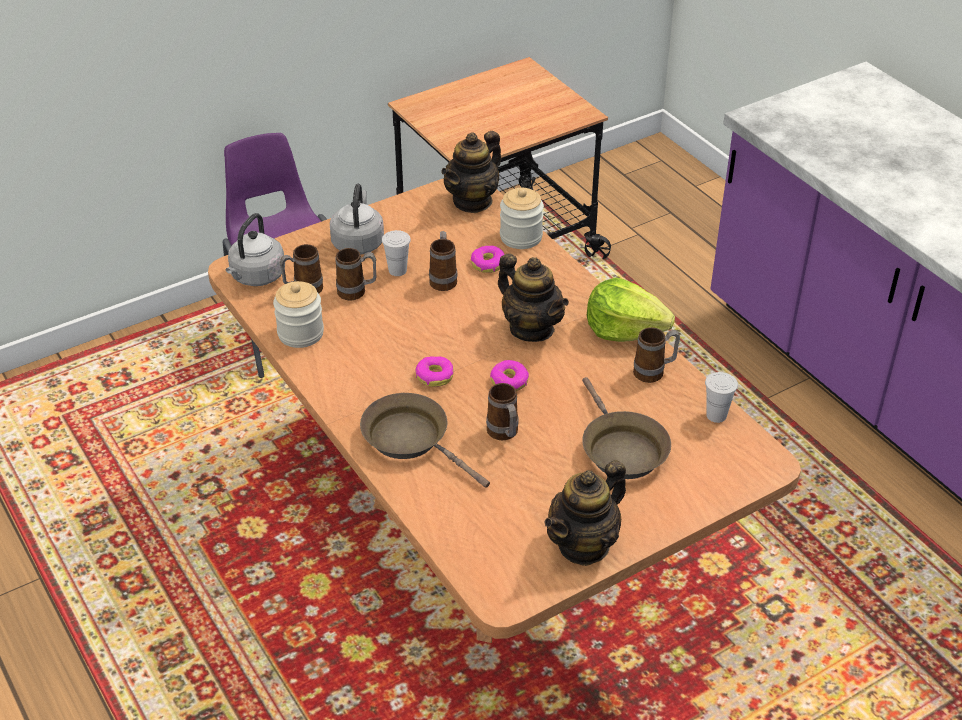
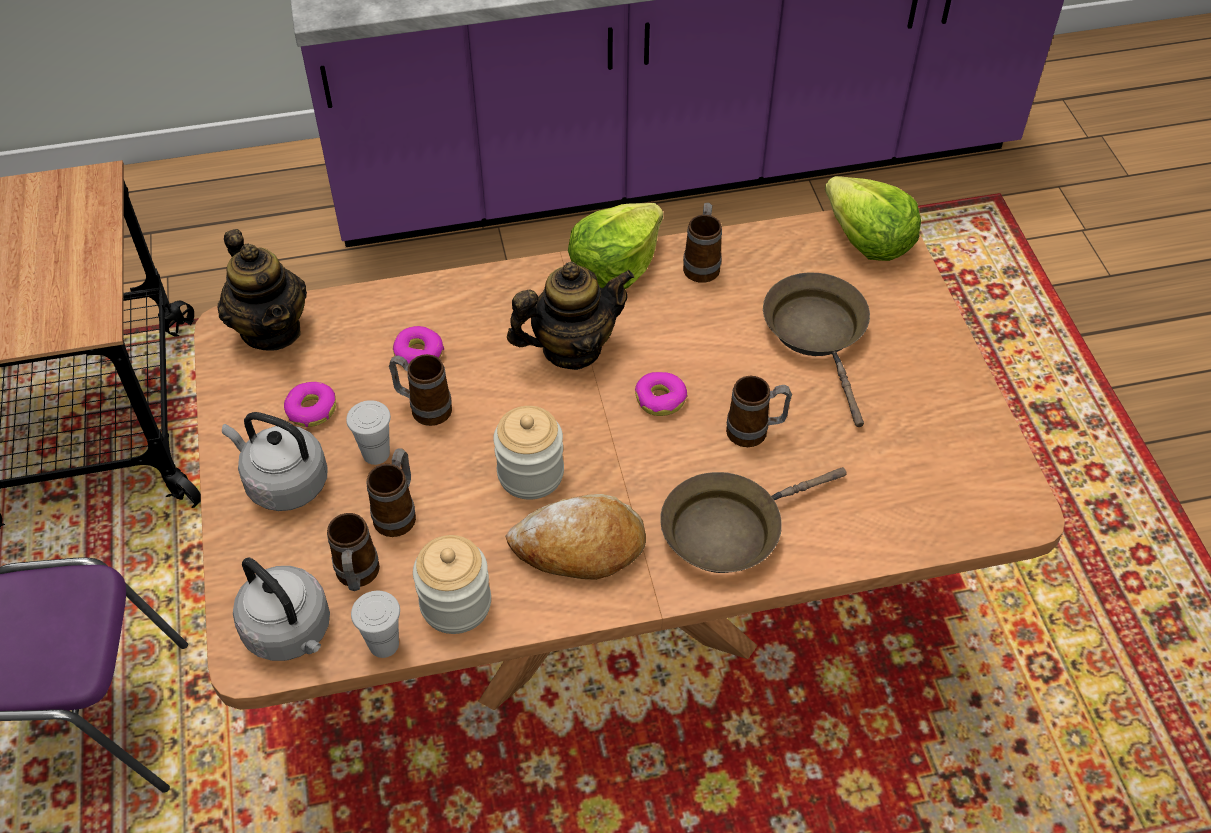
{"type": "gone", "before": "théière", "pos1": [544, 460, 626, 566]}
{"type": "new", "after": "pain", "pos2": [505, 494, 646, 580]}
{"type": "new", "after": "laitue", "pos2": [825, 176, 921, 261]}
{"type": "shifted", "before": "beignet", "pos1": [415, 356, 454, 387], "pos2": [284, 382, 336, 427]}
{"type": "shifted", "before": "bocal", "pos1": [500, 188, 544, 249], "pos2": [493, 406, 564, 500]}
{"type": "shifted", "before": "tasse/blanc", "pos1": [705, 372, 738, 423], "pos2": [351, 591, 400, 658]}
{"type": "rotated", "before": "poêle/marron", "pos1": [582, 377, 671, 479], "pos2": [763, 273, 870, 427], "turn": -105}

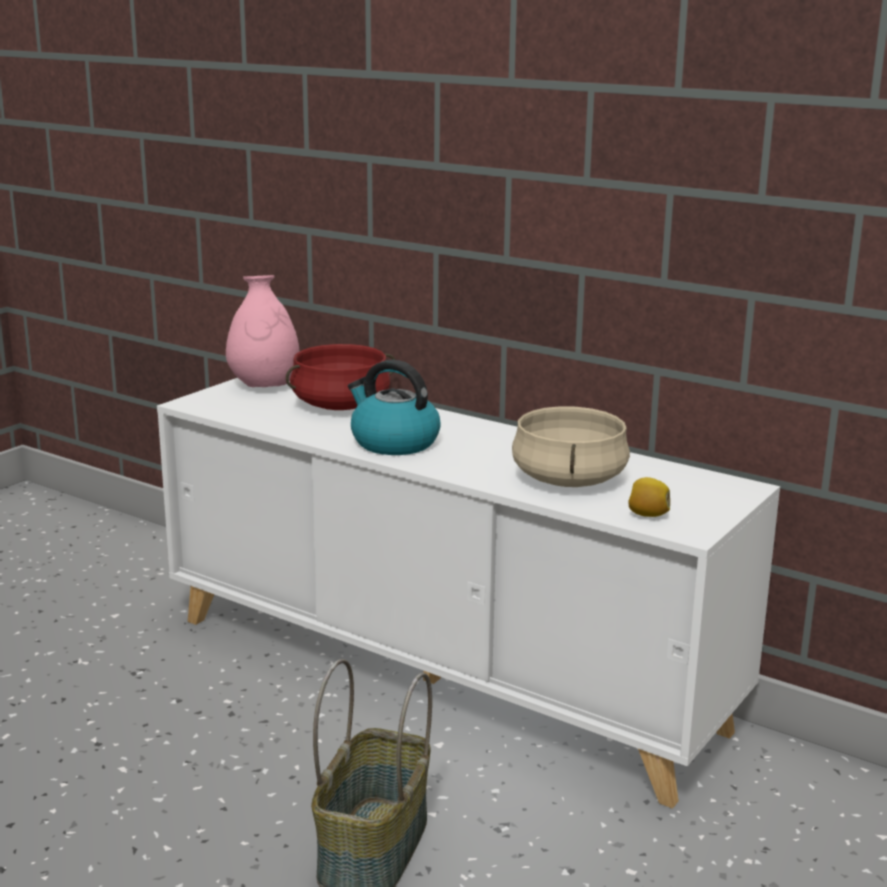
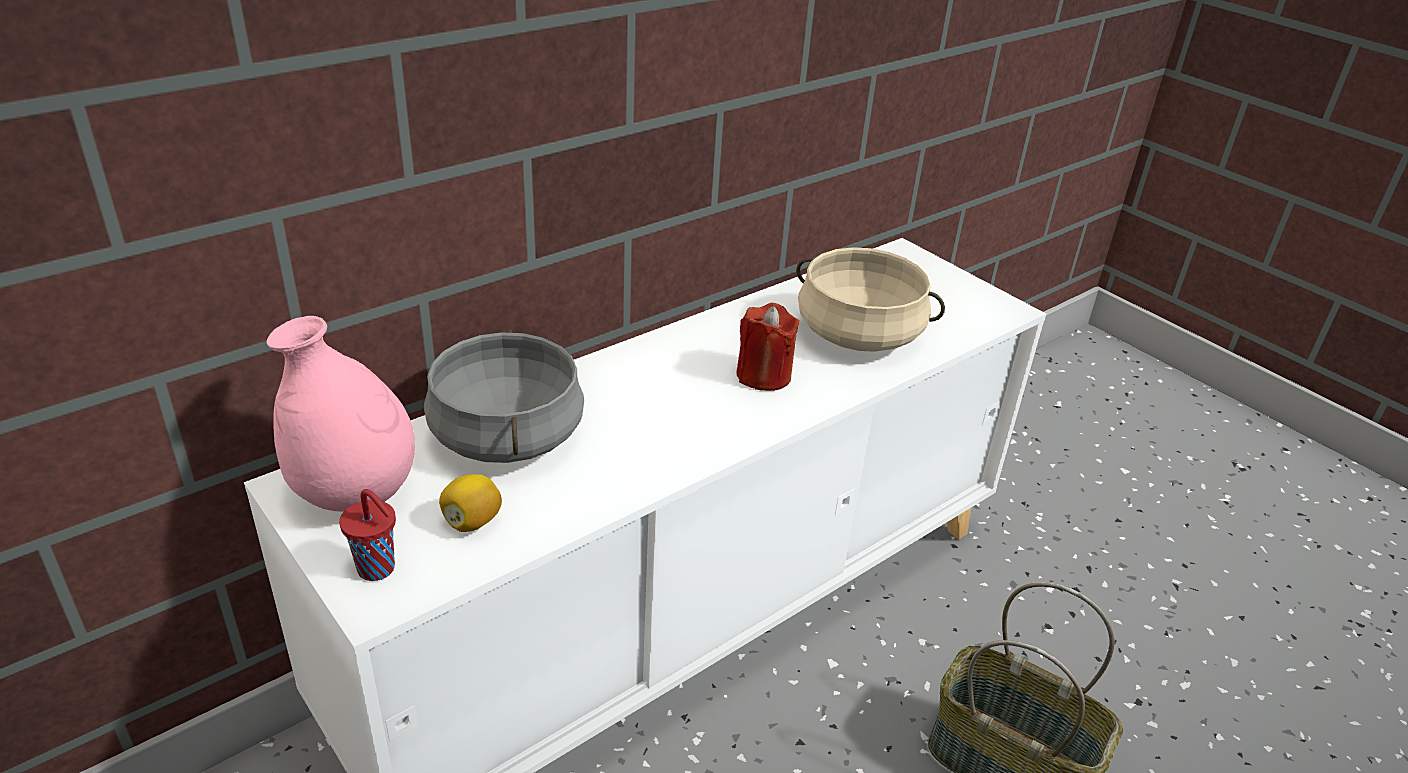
{"type": "gone", "before": "bouilloire", "pos1": [348, 360, 441, 455]}
{"type": "new", "after": "tasse/rouge", "pos2": [339, 489, 396, 581]}
{"type": "new", "after": "bougie/rouge", "pos2": [736, 303, 800, 391]}
{"type": "shifted", "before": "citron", "pos1": [628, 477, 670, 517], "pos2": [439, 474, 502, 532]}
{"type": "repainted", "before": "marmite/rouge", "after": "marmite/gris", "pos1": [286, 344, 395, 410], "pos2": [424, 330, 584, 463]}

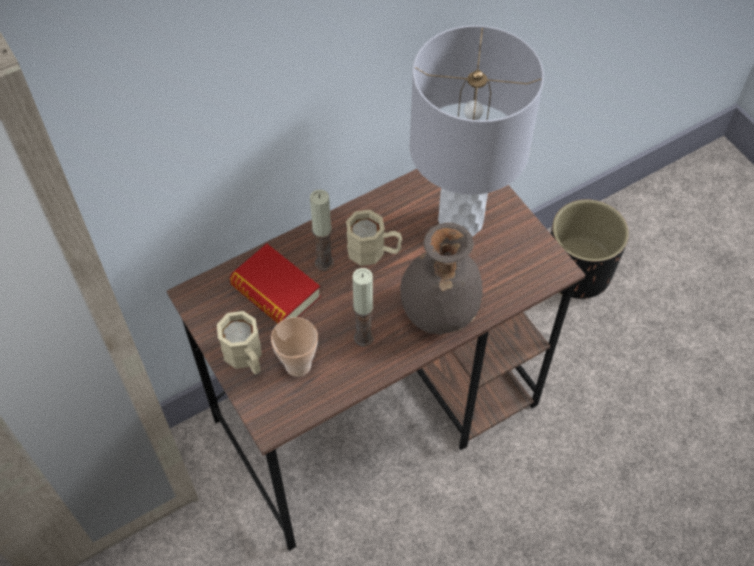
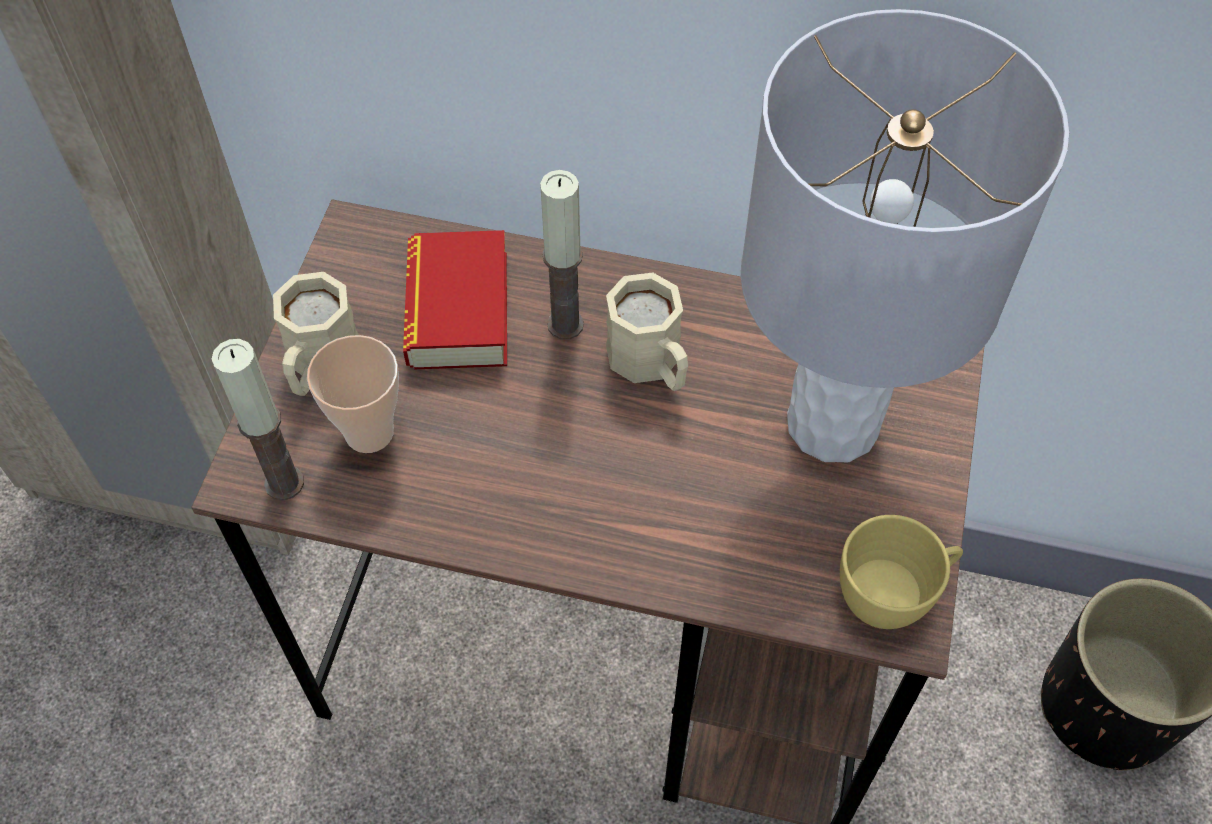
{"type": "gone", "before": "vase/gris", "pos1": [400, 223, 483, 334]}
{"type": "new", "after": "tasse/jaune", "pos2": [840, 515, 963, 629]}
{"type": "shifted", "before": "bougie", "pos1": [352, 268, 374, 347], "pos2": [212, 339, 304, 501]}

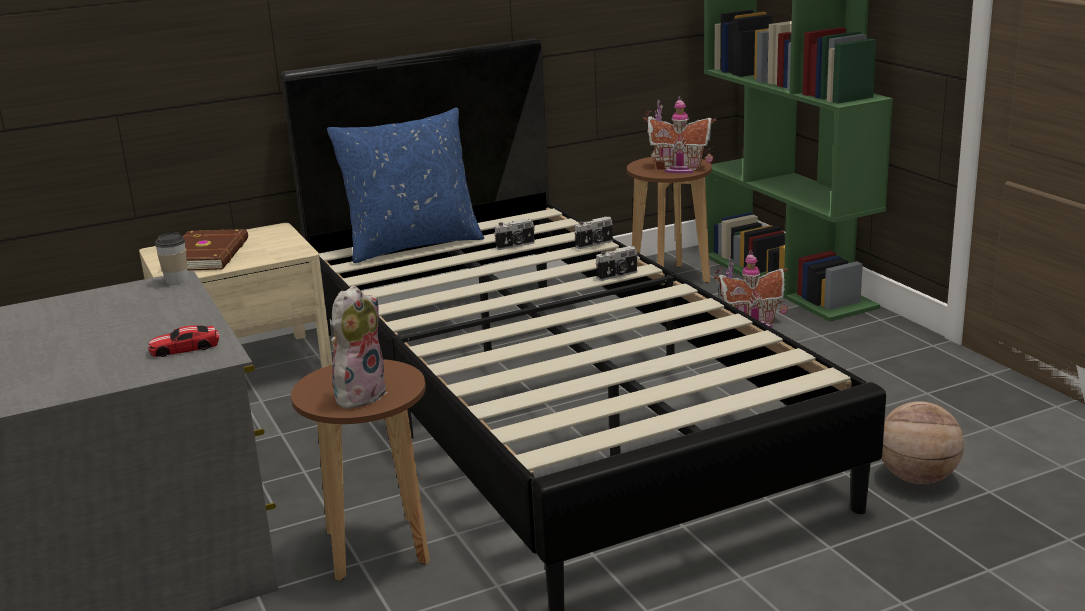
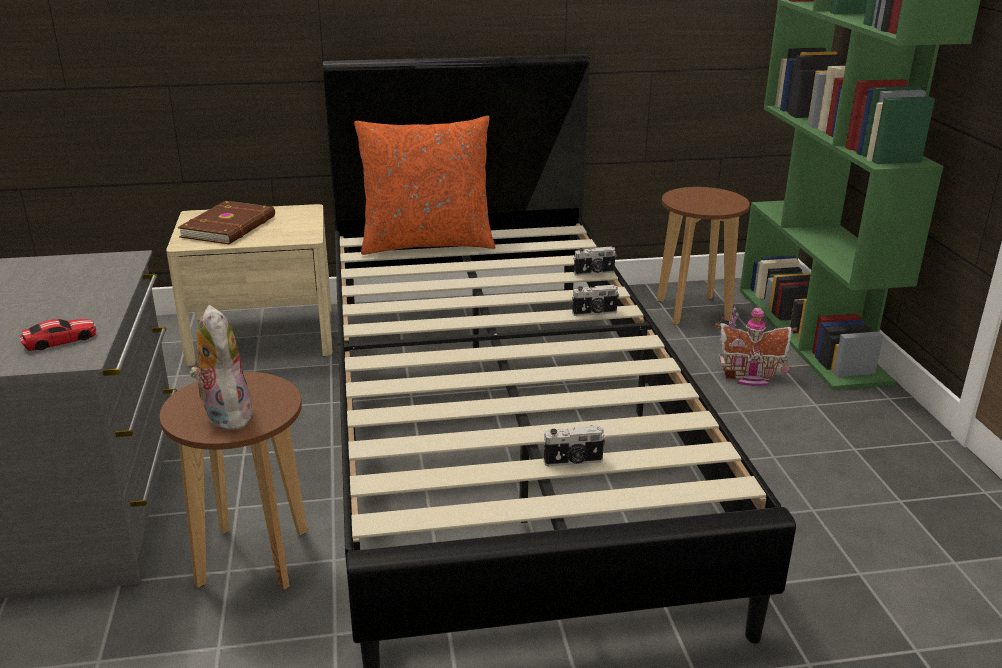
{"type": "gone", "before": "tasse", "pos1": [155, 232, 188, 285]}
{"type": "gone", "before": "maison miniature", "pos1": [643, 96, 717, 174]}
{"type": "gone", "before": "ballon de basket", "pos1": [882, 401, 964, 484]}
{"type": "shifted", "before": "appareil photo", "pos1": [494, 218, 535, 250], "pos2": [542, 425, 606, 467]}
{"type": "repainted", "before": "coussin/bleu", "after": "coussin/orange", "pos1": [327, 108, 484, 263], "pos2": [354, 116, 496, 255]}
{"type": "rotated", "before": "petite voiture", "pos1": [148, 325, 219, 357], "pos2": [20, 319, 96, 351], "turn": 150}
{"type": "rotated", "before": "peluche", "pos1": [331, 285, 387, 410], "pos2": [190, 305, 254, 430], "turn": -75}

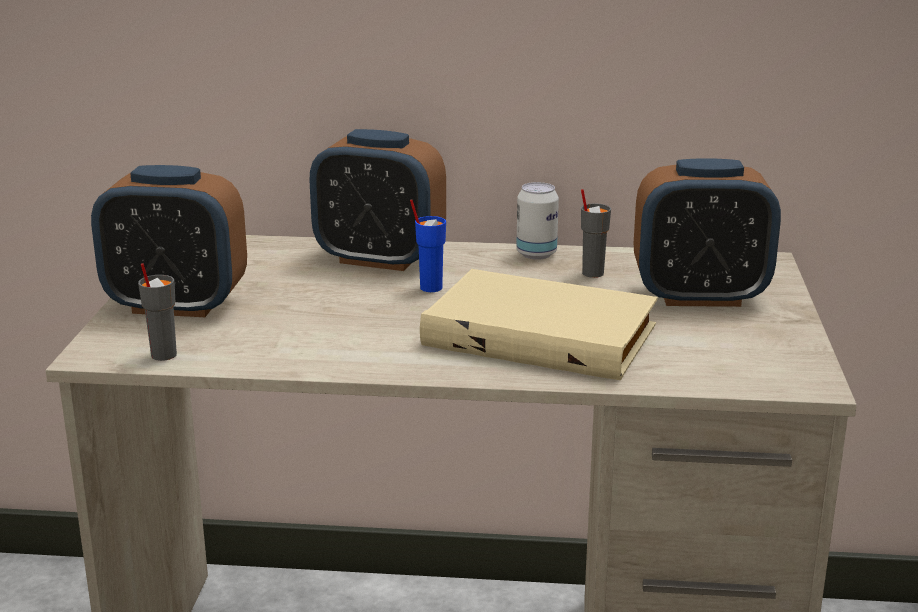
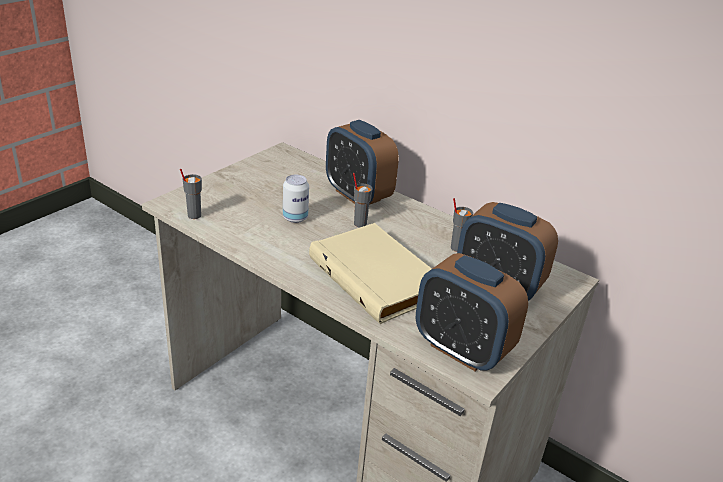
{"type": "shifted", "before": "réveil", "pos1": [91, 165, 247, 317], "pos2": [416, 253, 528, 371]}
{"type": "shifted", "before": "boîte métallique", "pos1": [516, 182, 559, 260], "pos2": [283, 175, 309, 223]}
{"type": "repainted", "before": "tasse/bleu", "after": "tasse/gris", "pos1": [410, 199, 446, 292], "pos2": [353, 173, 372, 228]}

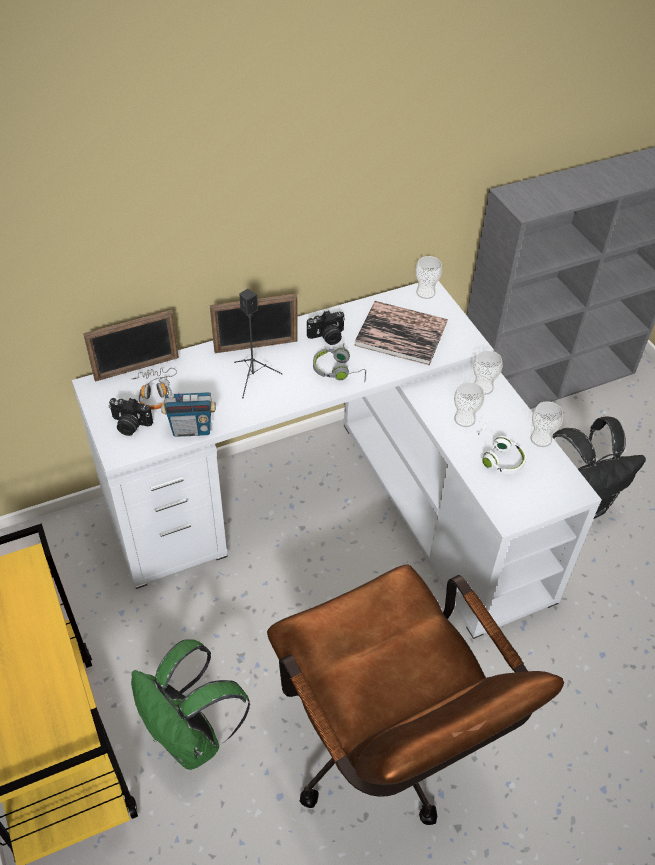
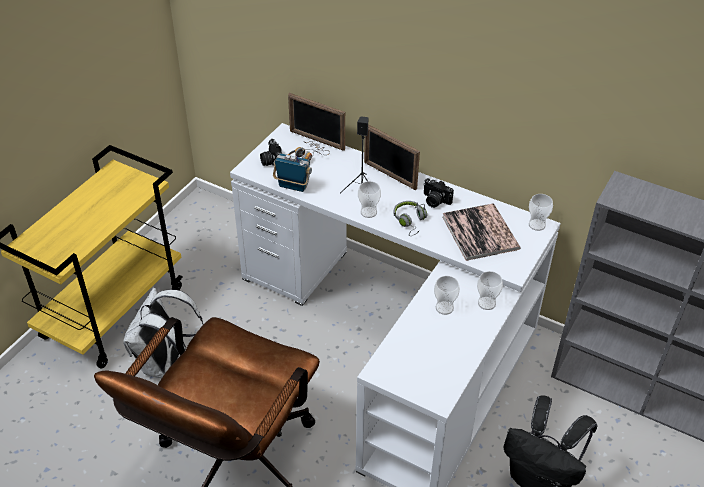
{"type": "gone", "before": "casque audio/blanc", "pos1": [478, 422, 527, 474]}
{"type": "shifted", "before": "tasse", "pos1": [530, 401, 563, 447], "pos2": [358, 181, 381, 218]}
{"type": "repainted", "before": "sac à dos/vert", "after": "sac à dos/blanc", "pos1": [131, 639, 250, 770], "pos2": [123, 288, 203, 378]}
{"type": "rotated", "before": "radio", "pos1": [161, 378, 216, 437], "pos2": [273, 149, 312, 192], "turn": 150}

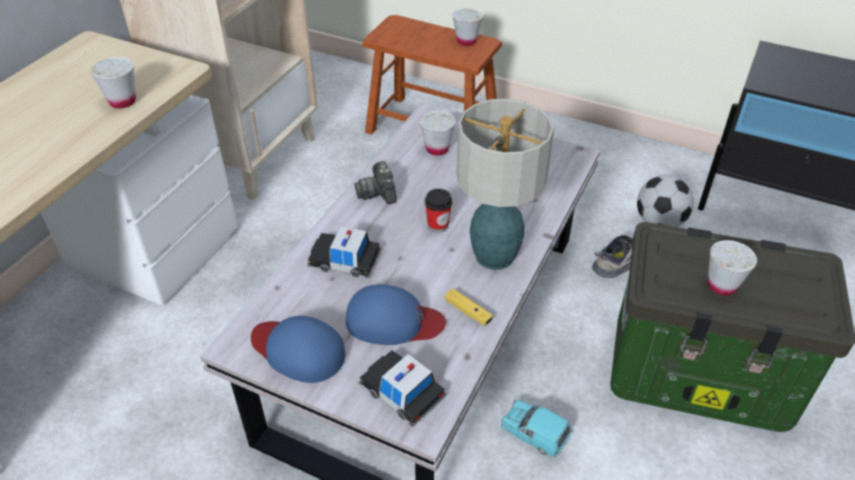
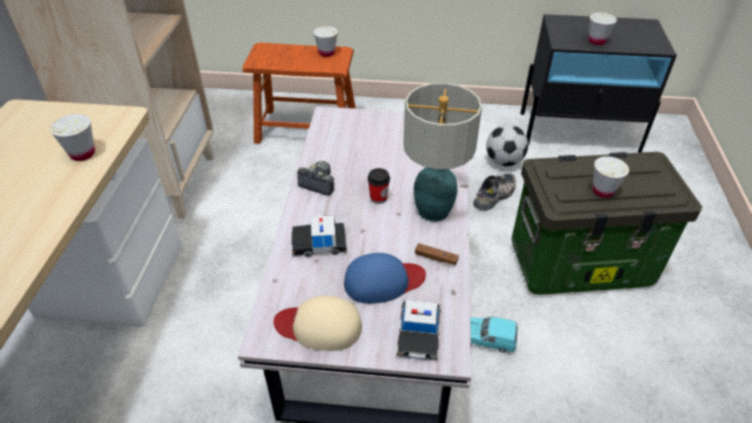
{"type": "shifted", "before": "tasse/blanc", "pos1": [419, 111, 456, 156], "pos2": [589, 13, 617, 45]}
{"type": "repainted", "before": "casquette/bleu", "after": "casquette/beige", "pos1": [251, 316, 345, 383], "pos2": [274, 296, 362, 351]}
{"type": "repainted", "before": "manette/jaune", "after": "manette/marron", "pos1": [445, 289, 493, 326], "pos2": [415, 243, 459, 265]}
{"type": "rotated", "before": "appareil photo", "pos1": [354, 161, 397, 204], "pos2": [297, 161, 334, 196], "turn": 150}
{"type": "rotated", "before": "petite voiture", "pos1": [359, 350, 447, 427], "pos2": [396, 300, 441, 361], "turn": -105}

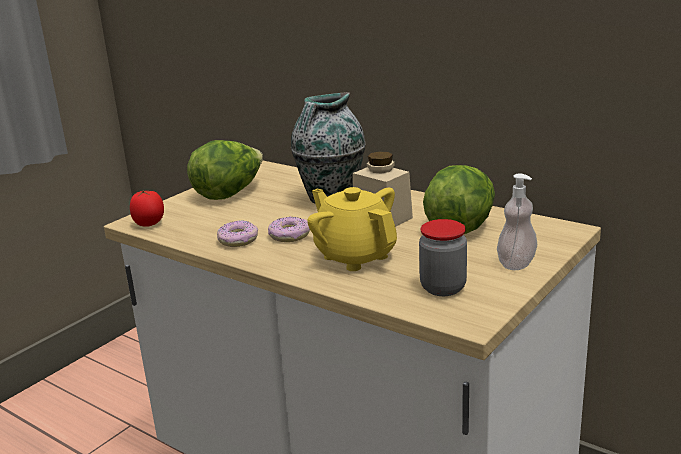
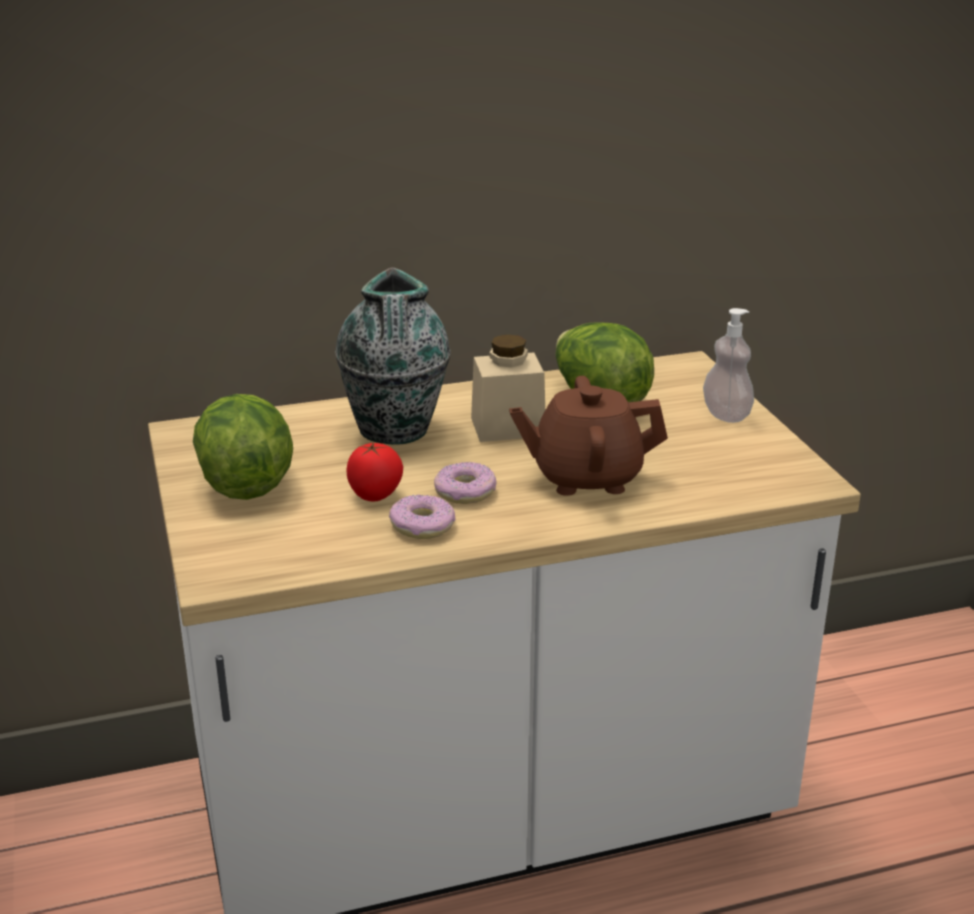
{"type": "gone", "before": "bocal", "pos1": [419, 219, 467, 296]}
{"type": "shifted", "before": "tomate", "pos1": [130, 190, 164, 227], "pos2": [347, 442, 403, 502]}
{"type": "repainted", "before": "théière/jaune", "after": "théière/marron", "pos1": [307, 187, 397, 271], "pos2": [509, 376, 668, 496]}

